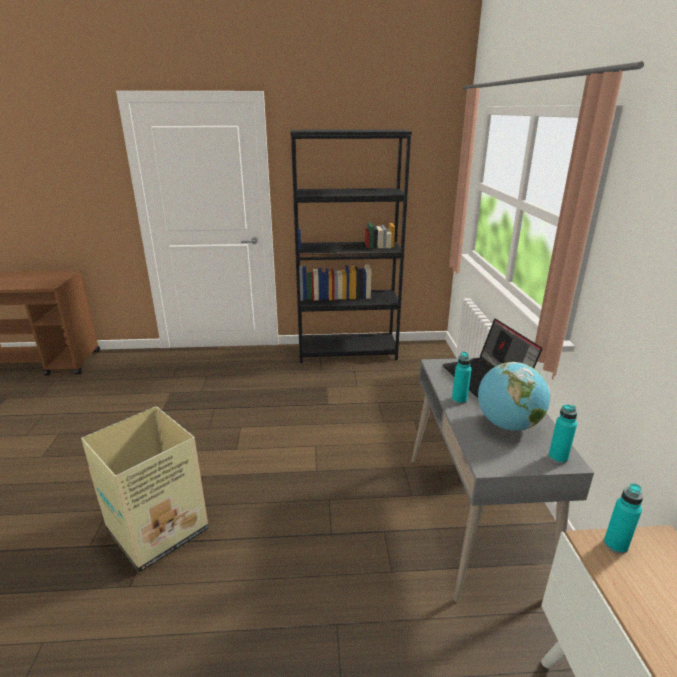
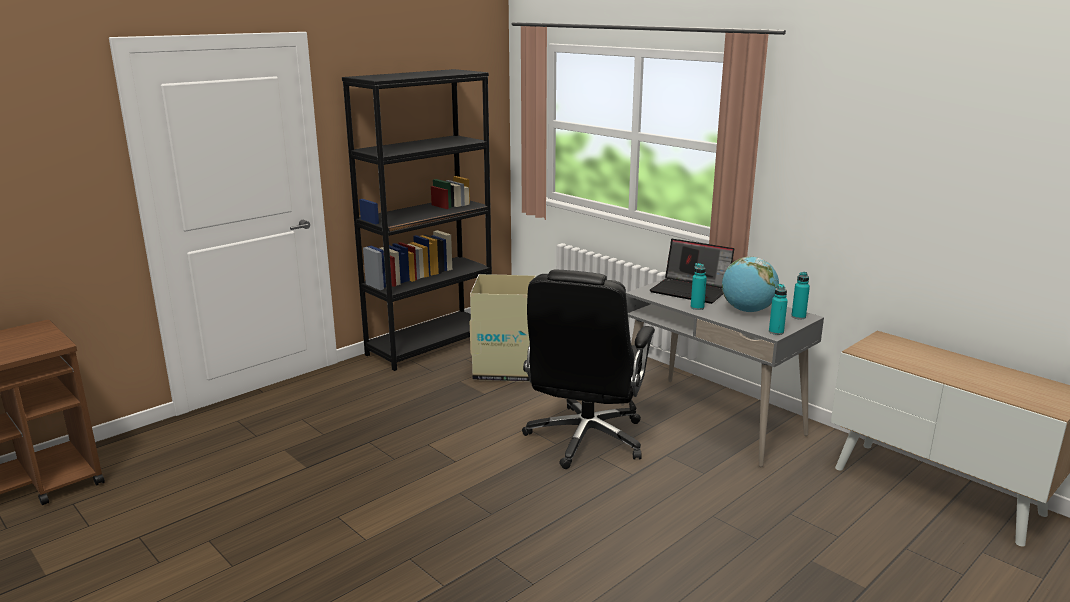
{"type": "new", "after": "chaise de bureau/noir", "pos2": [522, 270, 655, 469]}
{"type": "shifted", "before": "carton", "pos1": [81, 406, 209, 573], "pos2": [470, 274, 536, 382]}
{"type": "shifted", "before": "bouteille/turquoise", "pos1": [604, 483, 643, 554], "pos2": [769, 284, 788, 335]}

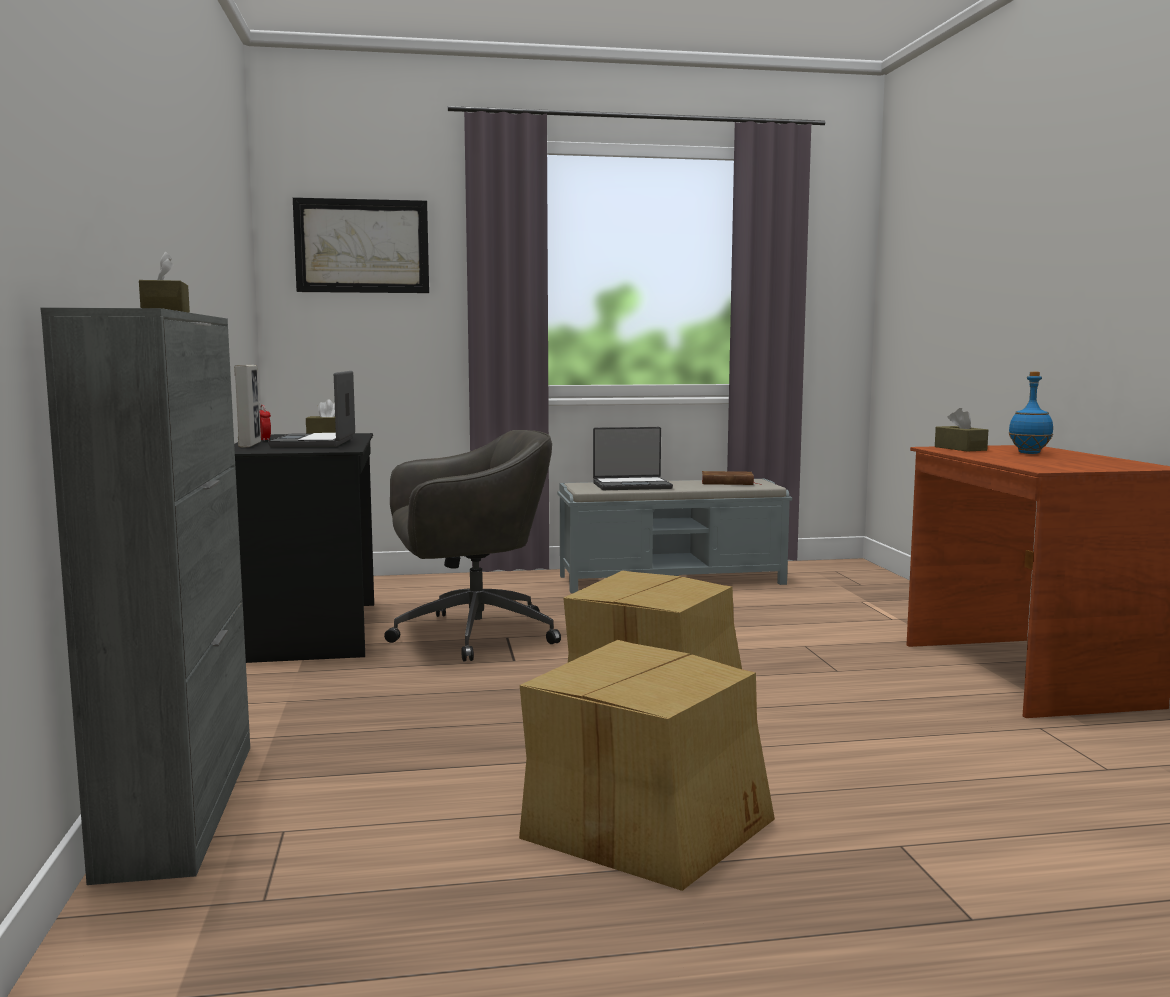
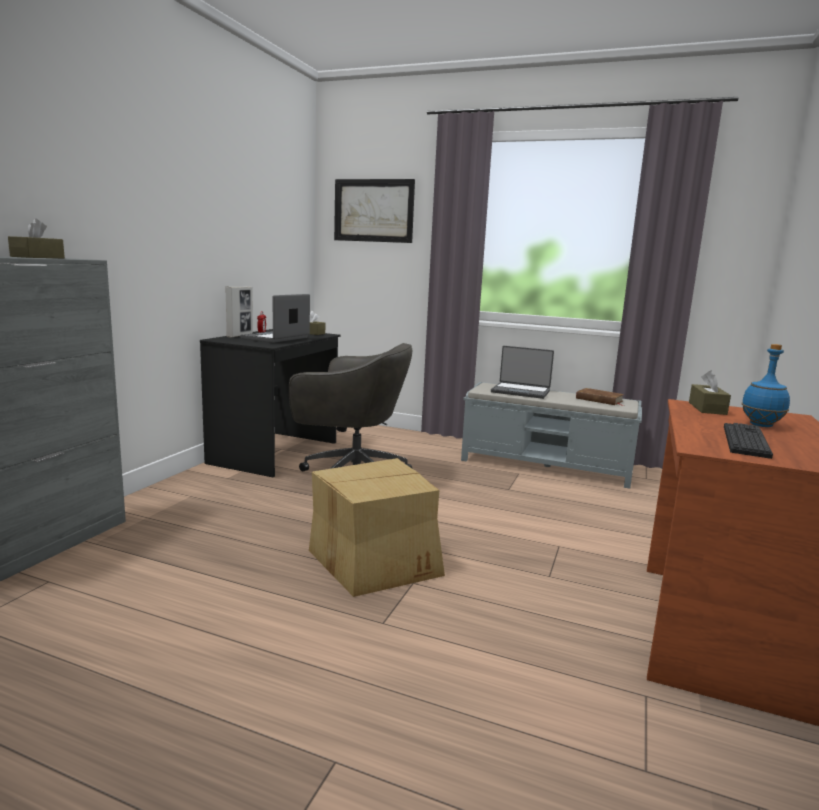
{"type": "gone", "before": "carton", "pos1": [519, 640, 775, 891]}
{"type": "new", "after": "clavier", "pos2": [724, 423, 773, 459]}

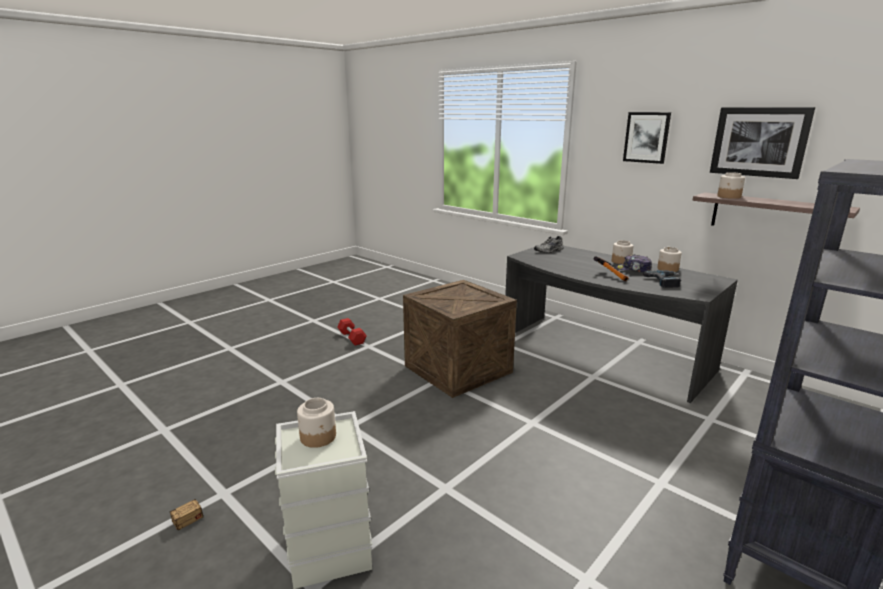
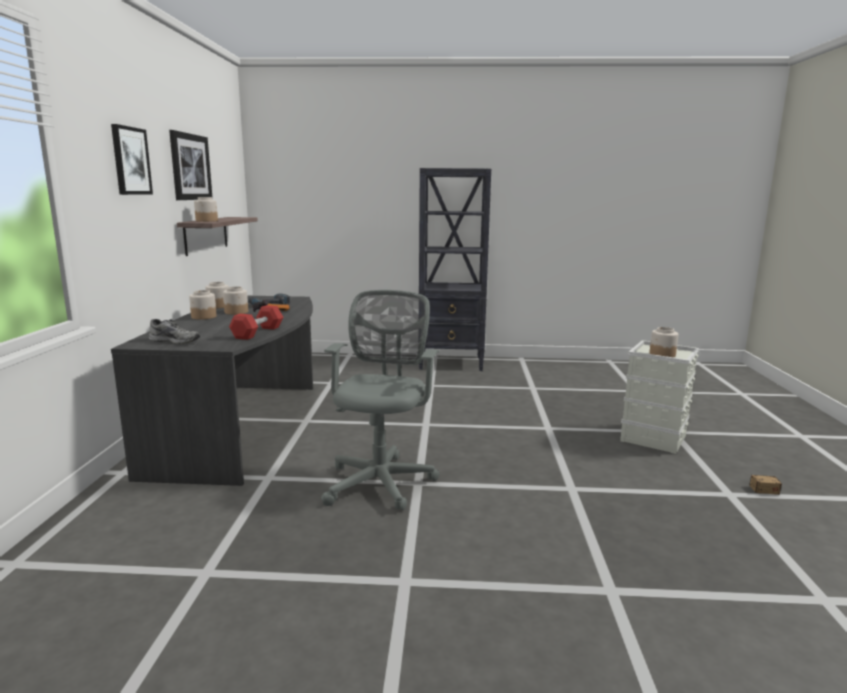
{"type": "shifted", "before": "haltère/rouge", "pos1": [337, 318, 367, 346], "pos2": [229, 305, 284, 340]}
{"type": "swapped", "before": "caisse", "after": "chaise de bureau/gris", "pos1": [403, 280, 517, 398], "pos2": [321, 290, 440, 510]}
{"type": "swapped", "before": "casquette", "after": "bocal", "pos1": [615, 254, 652, 272], "pos2": [223, 286, 248, 315]}

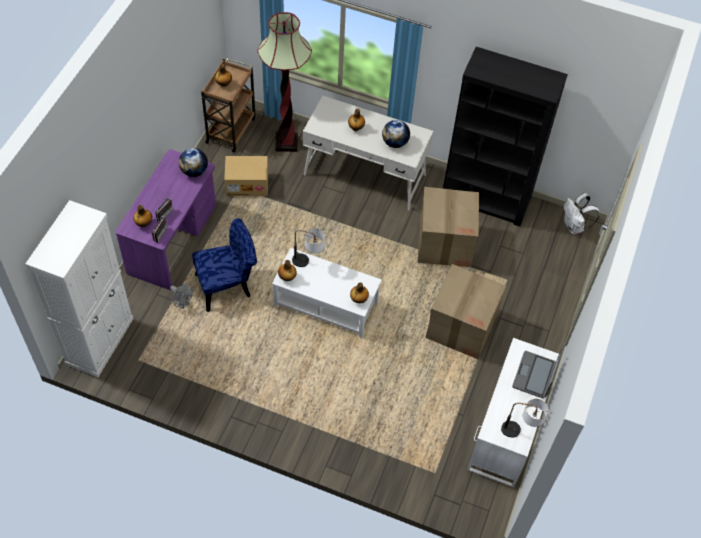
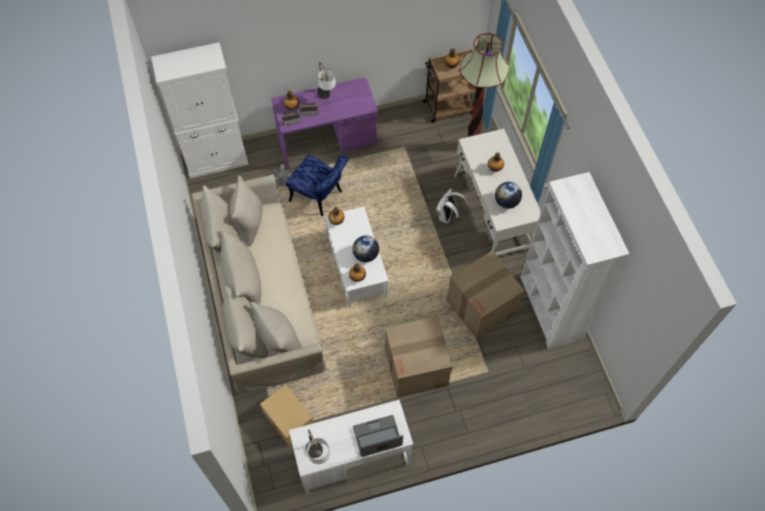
{"type": "new", "after": "canapé/beige", "pos2": [192, 174, 326, 394]}
{"type": "shifted", "before": "globe", "pos1": [179, 148, 208, 177], "pos2": [352, 236, 379, 262]}
{"type": "shifted", "before": "carton", "pos1": [224, 156, 268, 196], "pos2": [260, 385, 314, 446]}
{"type": "shifted", "before": "lampe de table", "pos1": [292, 228, 325, 267], "pos2": [317, 62, 336, 99]}
{"type": "shifted", "before": "sac à dos/blanc", "pos1": [564, 193, 599, 234], "pos2": [437, 188, 467, 224]}
{"type": "repainted", "before": "bibliothèque/noir", "after": "bibliothèque/blanc", "pos1": [443, 47, 568, 227], "pos2": [520, 172, 629, 349]}

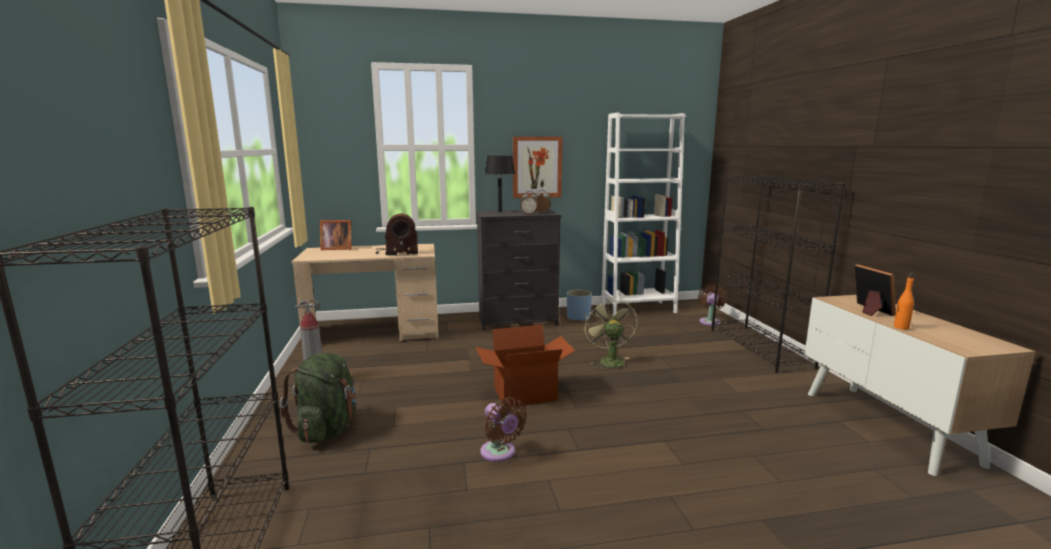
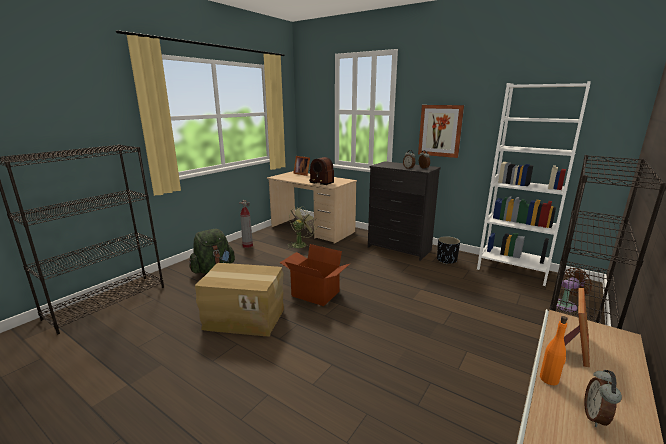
{"type": "gone", "before": "lampe de table/noir", "pos1": [484, 155, 515, 212]}
{"type": "new", "after": "réveil", "pos2": [584, 370, 622, 427]}
{"type": "shifted", "before": "ventilateur/vert", "pos1": [584, 297, 637, 371], "pos2": [287, 206, 316, 248]}
{"type": "swapped", "before": "ventilateur/marron", "after": "carton", "pos1": [480, 397, 527, 462], "pos2": [195, 263, 284, 336]}
{"type": "repainted", "before": "cache-pot/bleu", "after": "cache-pot/noir", "pos1": [567, 290, 592, 321], "pos2": [437, 236, 460, 264]}

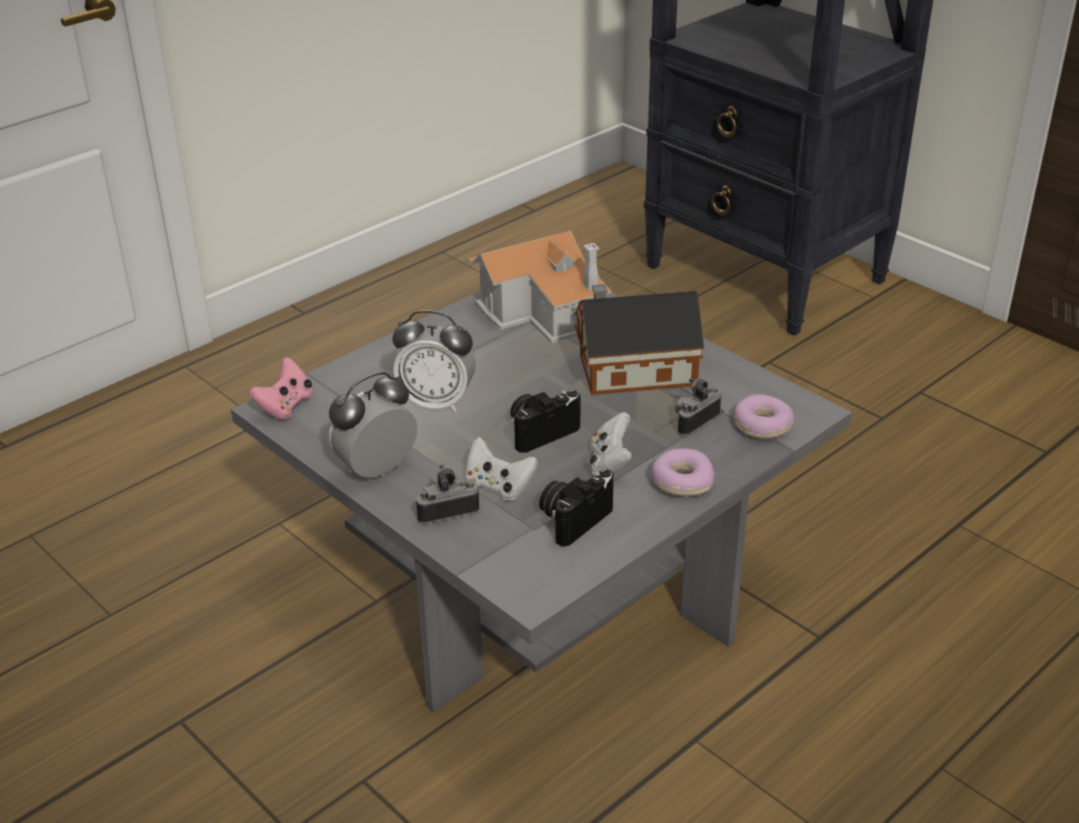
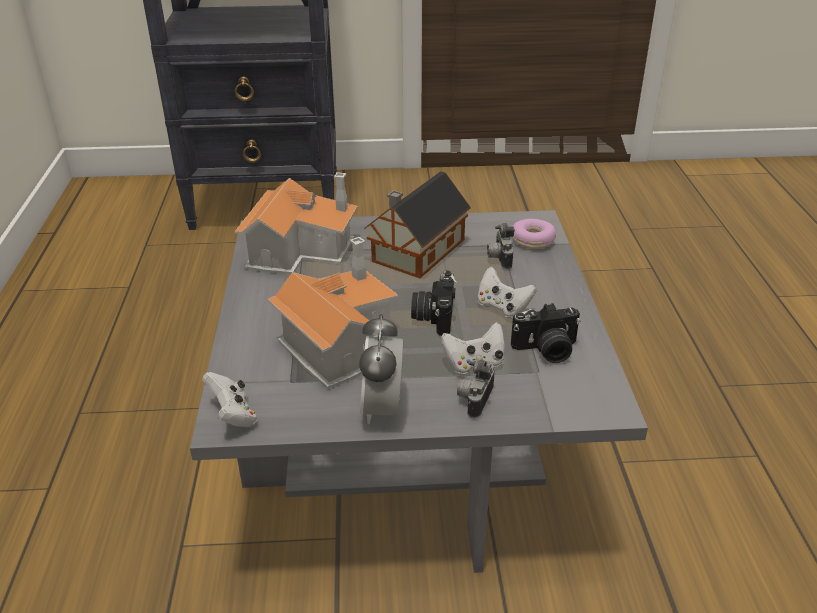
{"type": "gone", "before": "beignet", "pos1": [652, 448, 715, 497]}
{"type": "swapped", "before": "réveil", "after": "maison miniature", "pos1": [392, 310, 476, 412], "pos2": [268, 237, 399, 389]}
{"type": "repainted", "before": "manette/rose", "after": "manette/blanc", "pos1": [249, 357, 312, 420], "pos2": [202, 372, 257, 427]}
{"type": "rotated", "before": "appareil photo", "pos1": [539, 469, 614, 547], "pos2": [511, 303, 581, 363], "turn": -90}

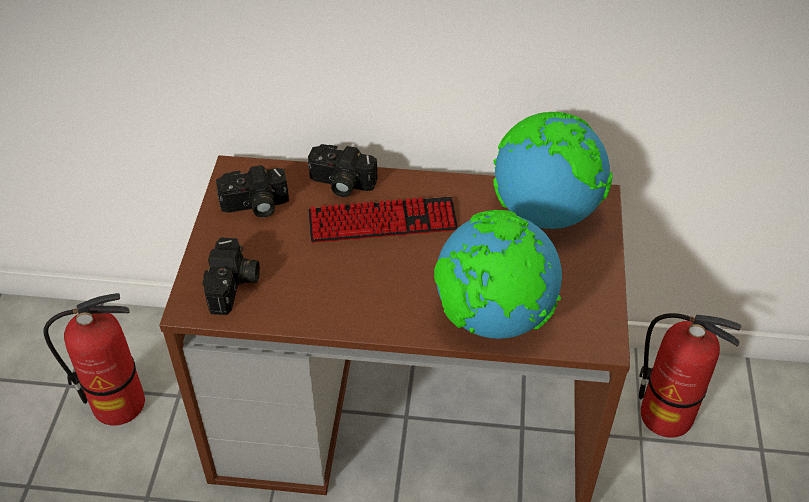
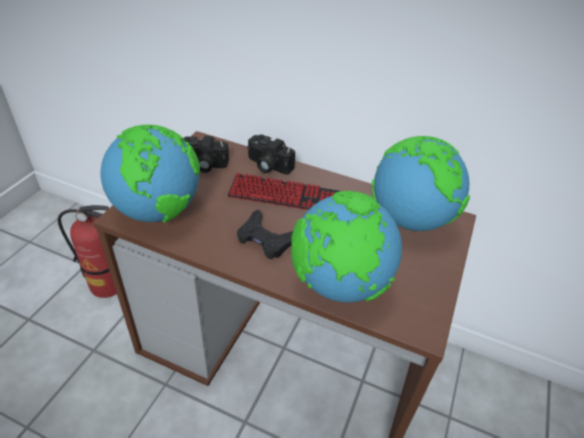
{"type": "gone", "before": "extincteur", "pos1": [639, 313, 741, 438]}
{"type": "new", "after": "manette/noir", "pos2": [237, 209, 293, 259]}
{"type": "swapped", "before": "appareil photo", "after": "globe", "pos1": [202, 238, 260, 315], "pos2": [101, 125, 200, 223]}

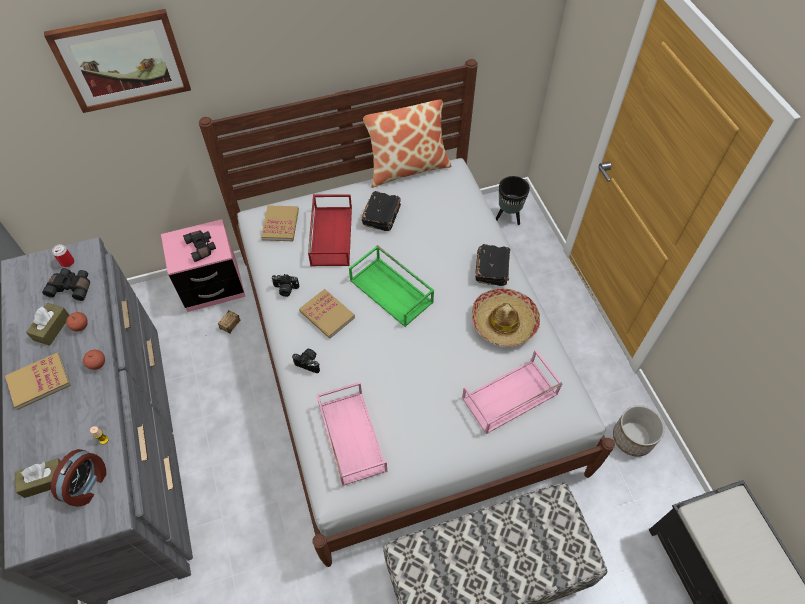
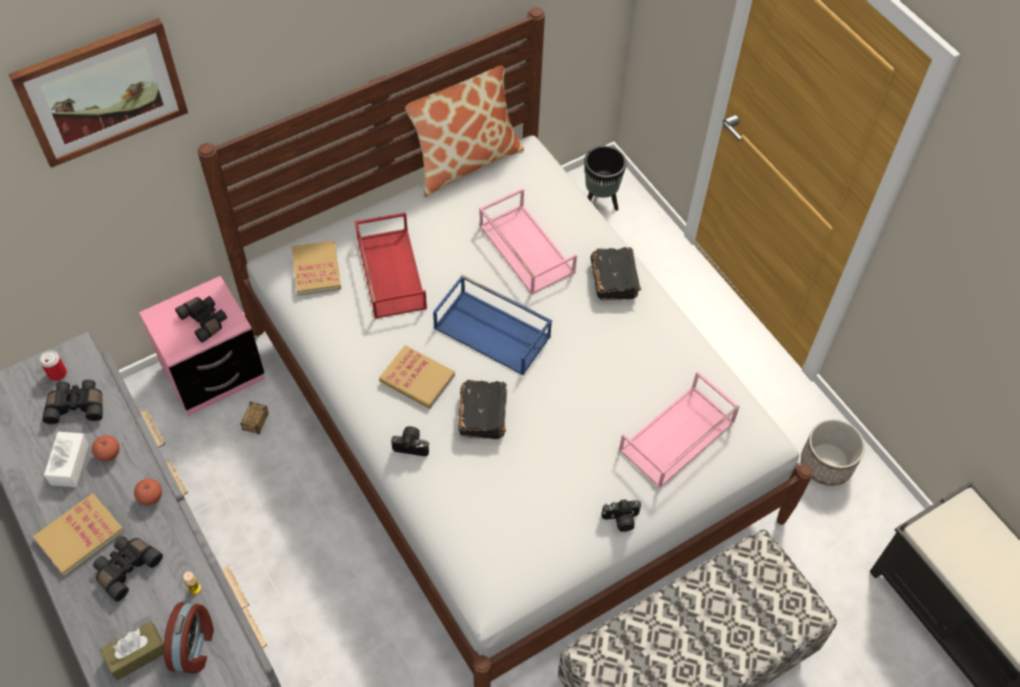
{"type": "gone", "before": "chapeau", "pos1": [472, 288, 540, 347]}
{"type": "new", "after": "jumelles/noir", "pos2": [93, 536, 163, 602]}
{"type": "shifted", "before": "appareil photo", "pos1": [271, 274, 299, 297], "pos2": [601, 500, 642, 532]}
{"type": "shifted", "before": "plateau/rose", "pos1": [316, 382, 388, 486], "pos2": [479, 188, 577, 295]}
{"type": "shifted", "before": "livre/noir", "pos1": [362, 191, 401, 231], "pos2": [458, 380, 507, 439]}
{"type": "repainted", "before": "boîte à mouchoirs/marron", "after": "boîte à mouchoirs/blanc", "pos1": [26, 303, 69, 346], "pos2": [44, 432, 89, 487]}
{"type": "repainted", "before": "plateau/vert", "after": "plateau/bleu", "pos1": [349, 245, 434, 327], "pos2": [433, 275, 552, 375]}

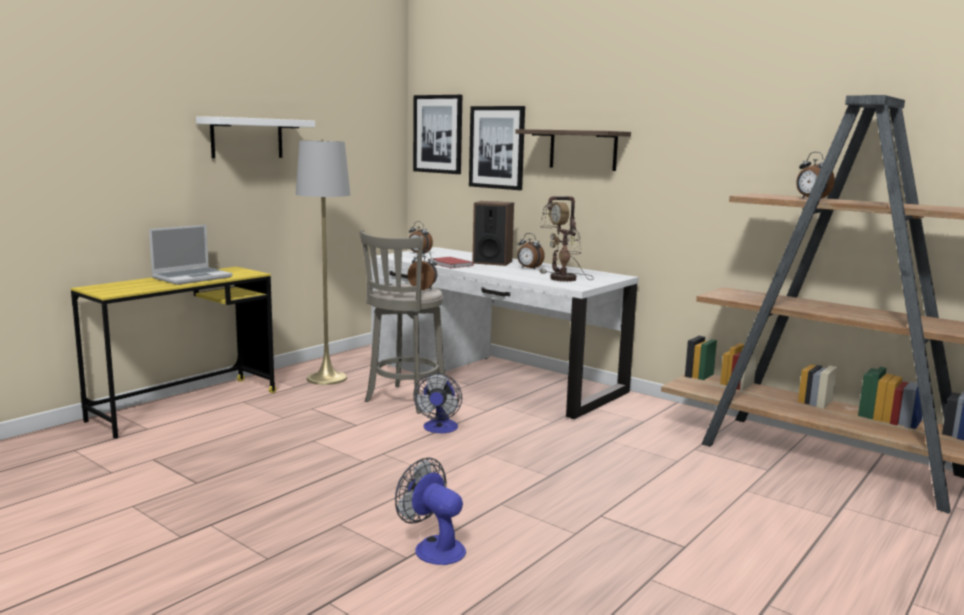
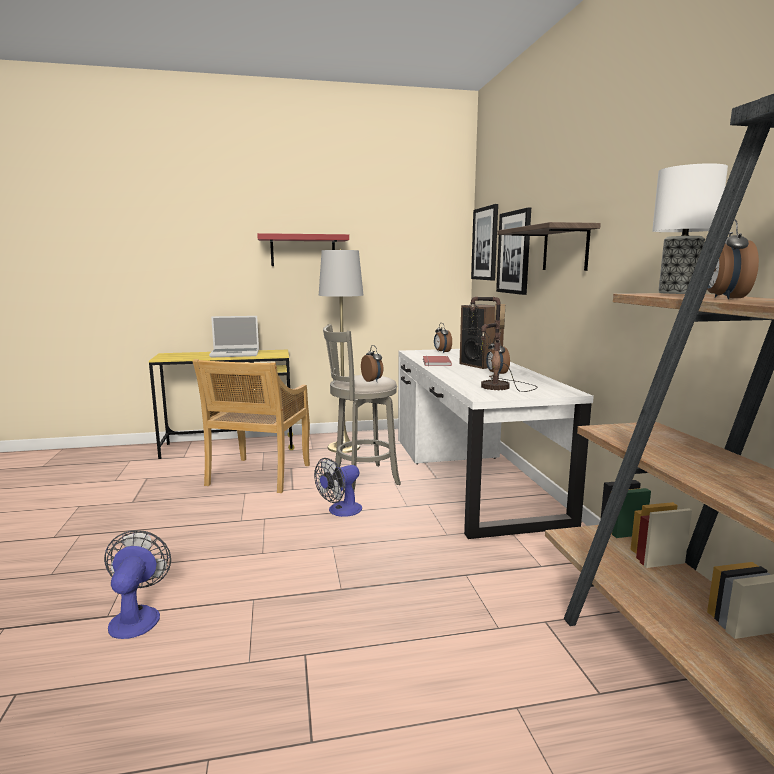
{"type": "new", "after": "chaise/beige", "pos2": [193, 359, 310, 493]}
{"type": "new", "after": "lampe de table", "pos2": [652, 163, 728, 294]}
{"type": "repainted", "before": "étagère/blanc", "after": "étagère/rouge", "pos1": [196, 117, 315, 158], "pos2": [257, 233, 349, 266]}

